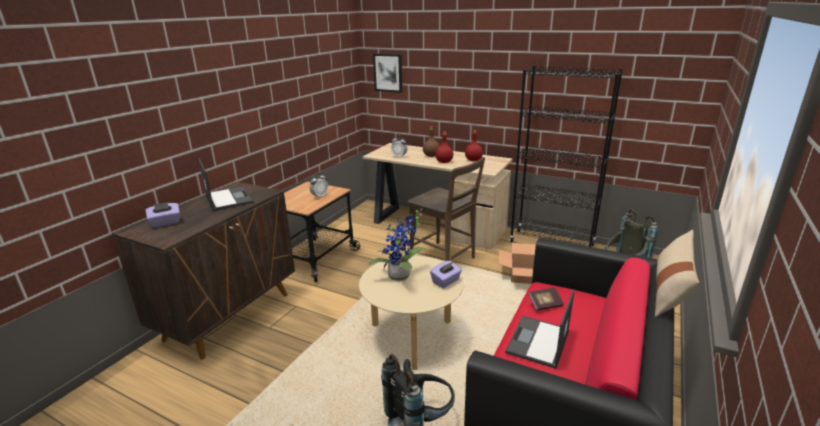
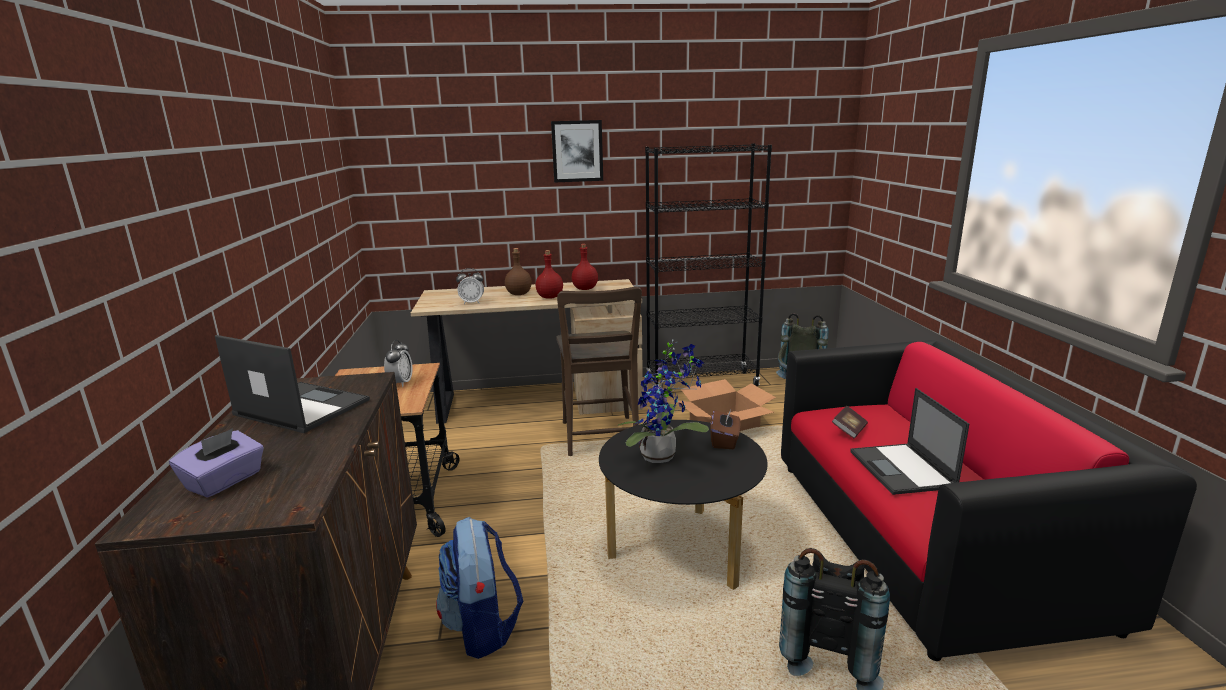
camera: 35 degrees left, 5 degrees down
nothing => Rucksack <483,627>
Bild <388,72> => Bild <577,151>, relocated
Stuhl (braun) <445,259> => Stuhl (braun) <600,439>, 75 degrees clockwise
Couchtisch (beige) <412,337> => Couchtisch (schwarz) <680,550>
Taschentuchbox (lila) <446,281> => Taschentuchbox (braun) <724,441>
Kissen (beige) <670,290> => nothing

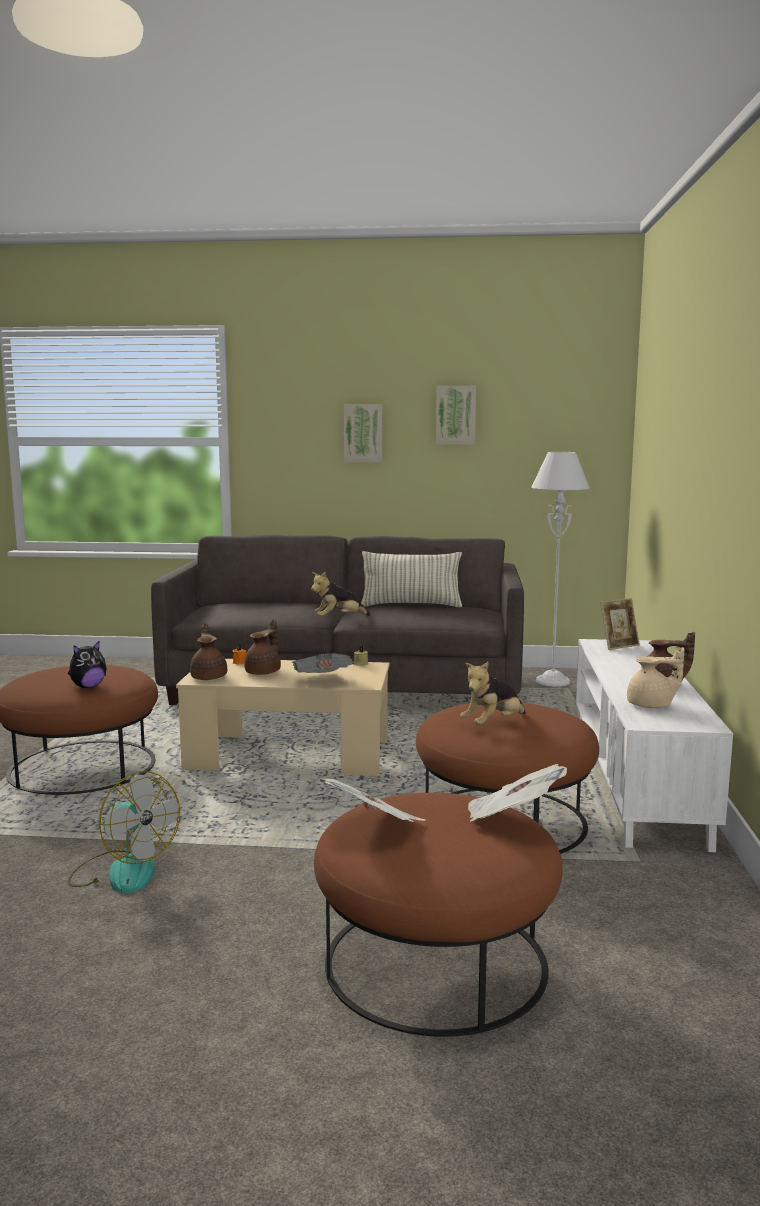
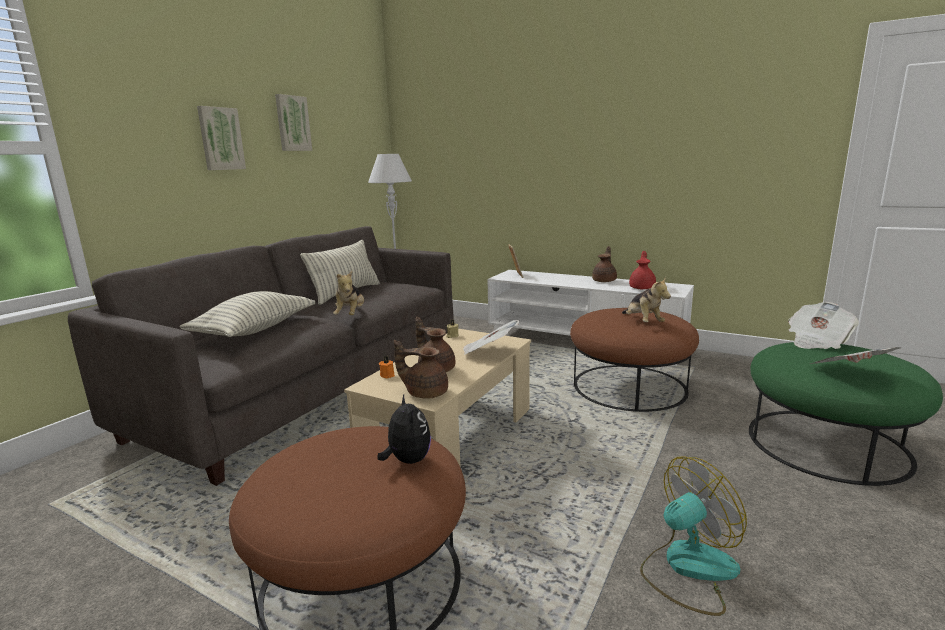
camera: 65 degrees left, 5 degrees up
nothing => Kissen <254,330>
Teekanne (beige) <651,705> => Teekanne (rot) <642,288>
Polsterhocker (braun) <435,962> => Polsterhocker (grün) <827,444>

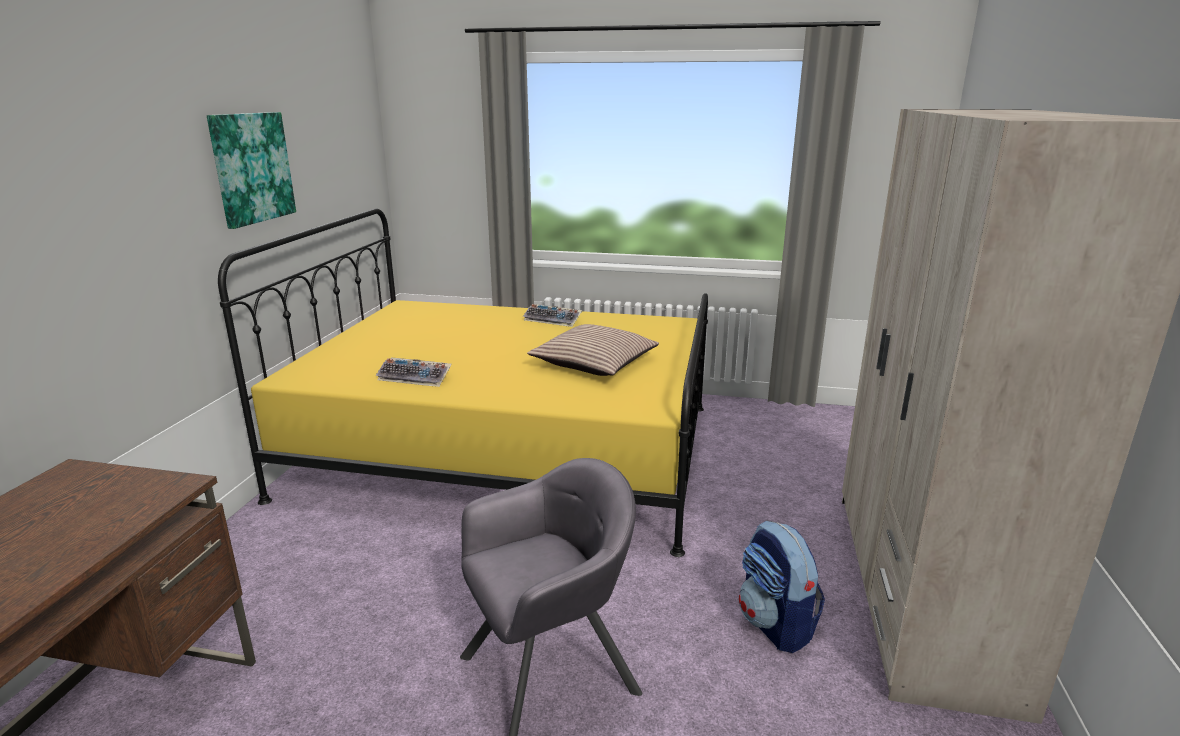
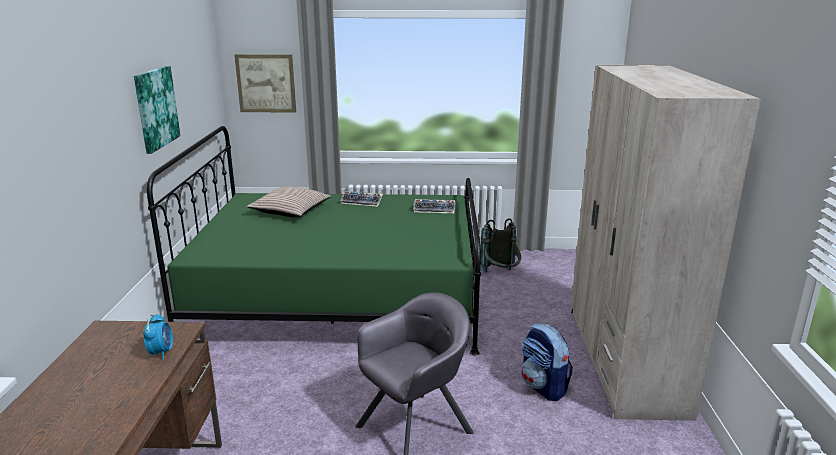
camera: 10 degrees left, 0 degrees up
nothing => Wecker <161,352>
Bett (gelb) <509,449> => Bett (grün) <340,297>
nothing => Bild <266,83>
Kissen <594,363> => Kissen <291,210>, relocated
Tastatur <416,377> => Tastatur <435,209>, relocated
nothing => Rucksack (grau) <501,276>

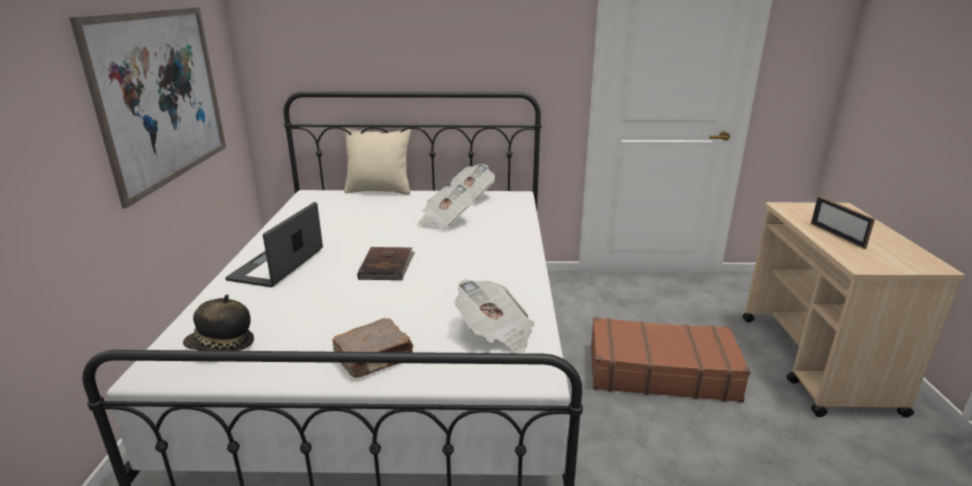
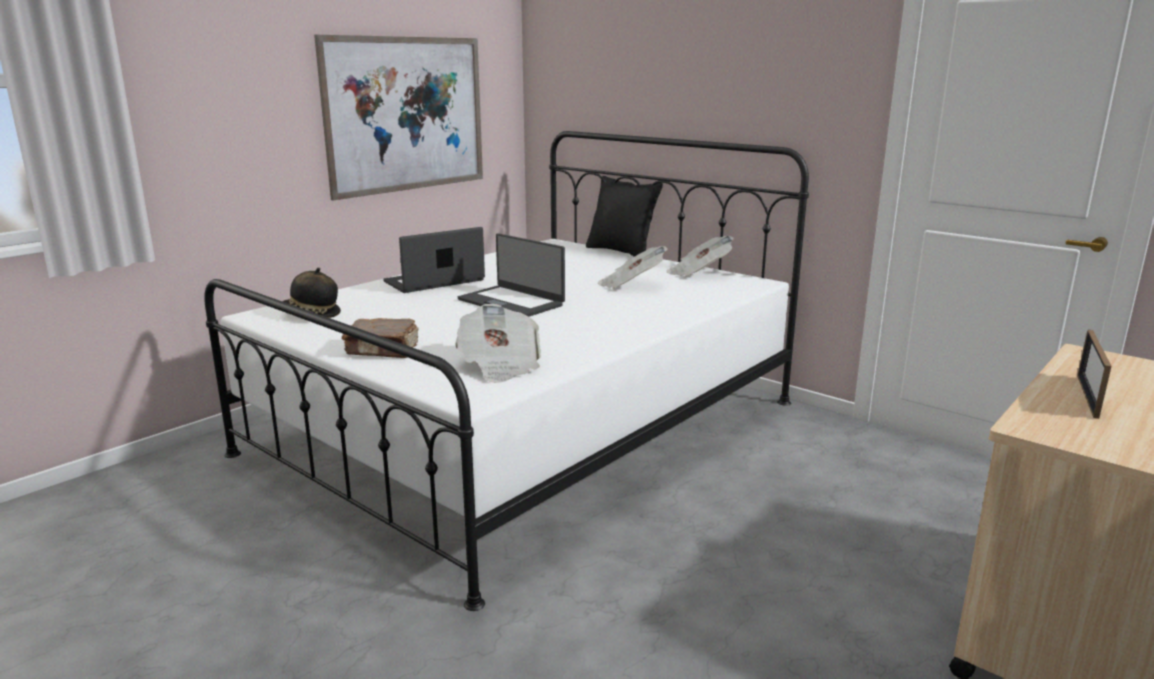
camera: 40 degrees right, 5 degrees down
Buch (braun) <387,266> => Laptop <512,302>
Kissen (beige) <379,190> => Kissen (schwarz) <621,251>
Koffer (braun) <660,372> => nothing

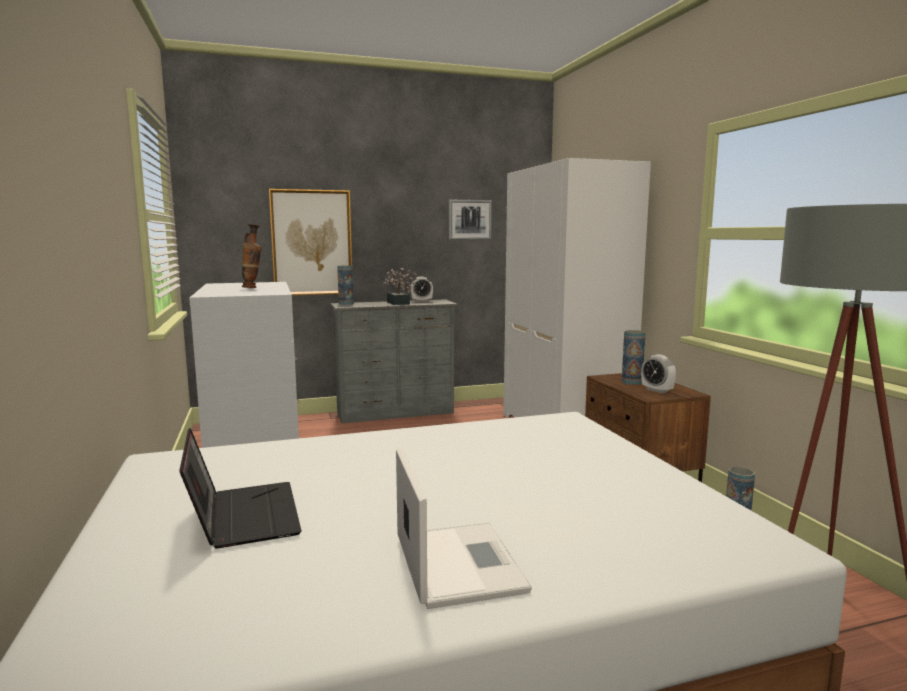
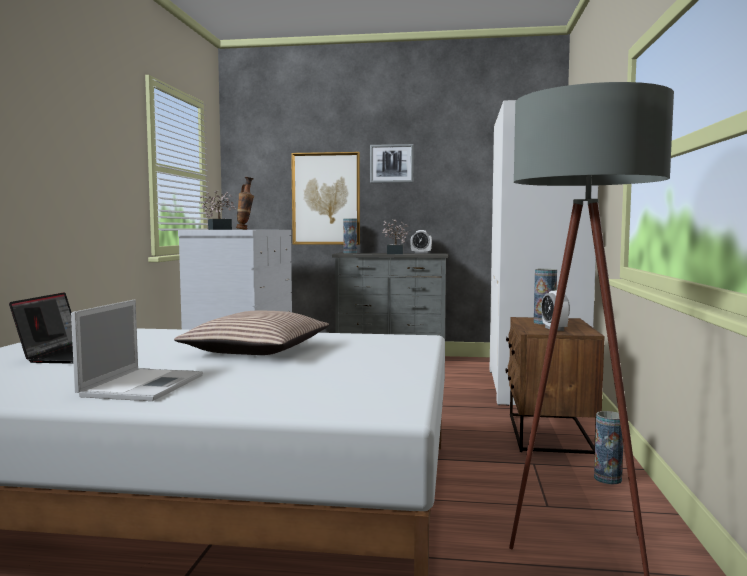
camera: 25 degrees right, 5 degrees down
nothing => Kissen <256,350>
nothing => Topfpflanze <219,229>
Bild <470,220> => Bild <392,163>, relocated

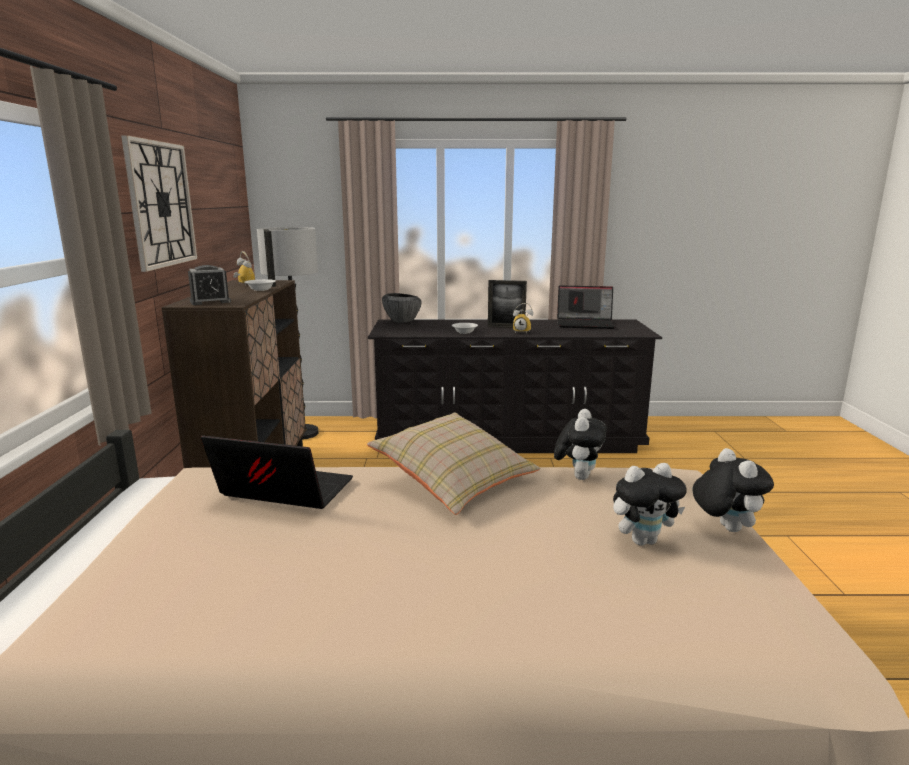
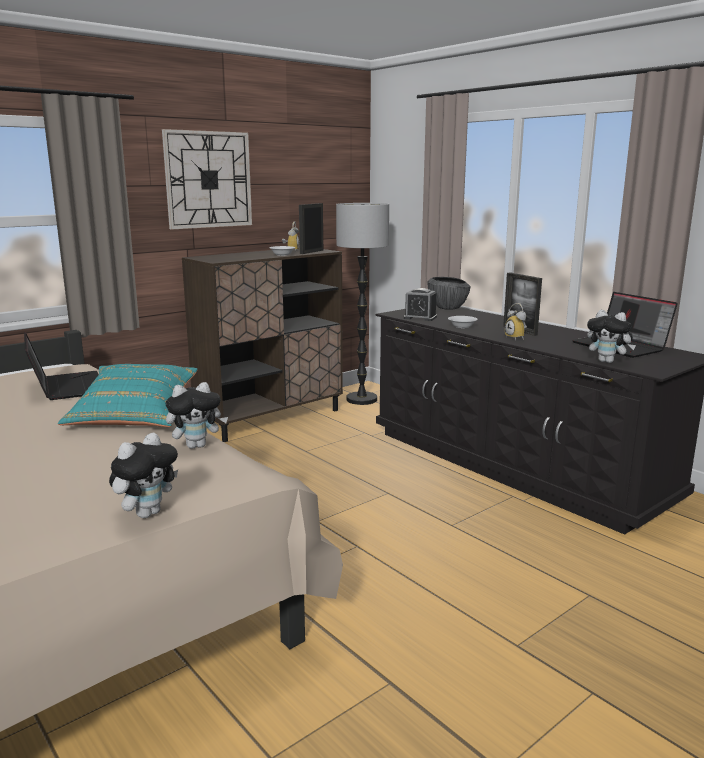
camera: 50 degrees right, 0 degrees up
Kissen (beige) <454,482> => Kissen (türkis) <134,416>
Wecker <210,302> => Wecker <420,317>, relocated
Plüschtier <643,540> => Plüschtier <608,361>, relocated

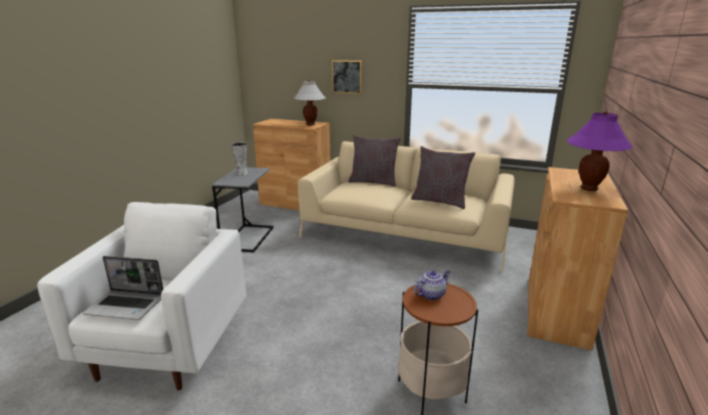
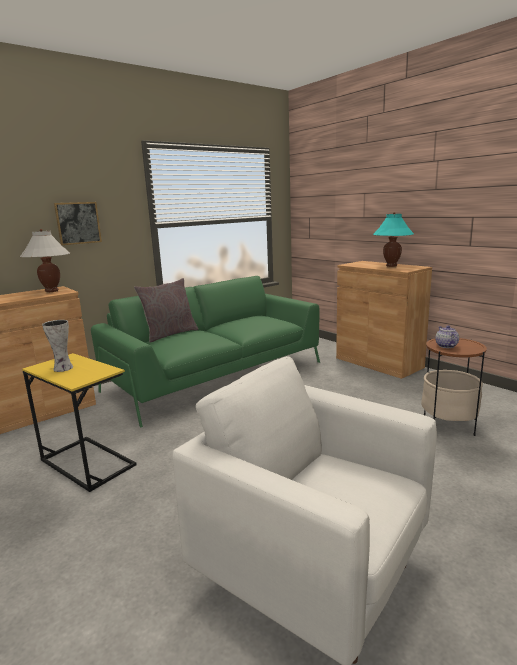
camera: 60 degrees left, 5 degrees down
Beistelltisch (grau) <248,238> => Beistelltisch (gelb) <87,462>
Sofa (beige) <405,234> => Sofa (grün) <216,376>
Tischlampe (lila) <589,189> => Tischlampe (türkis) <391,266>
Laptop <126,305> => nothing
Kissen (grau) <440,201> => nothing

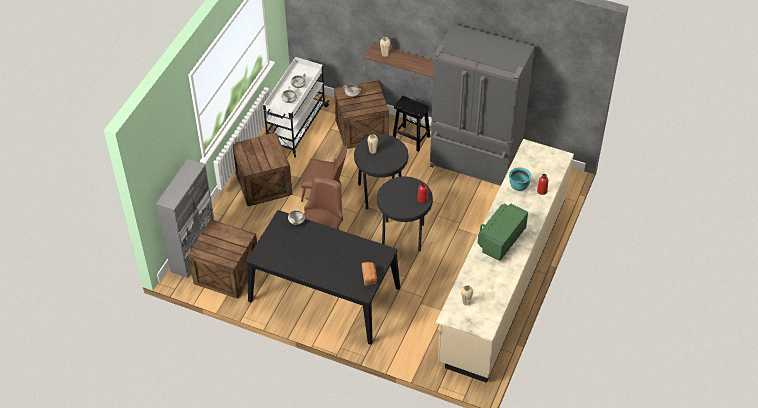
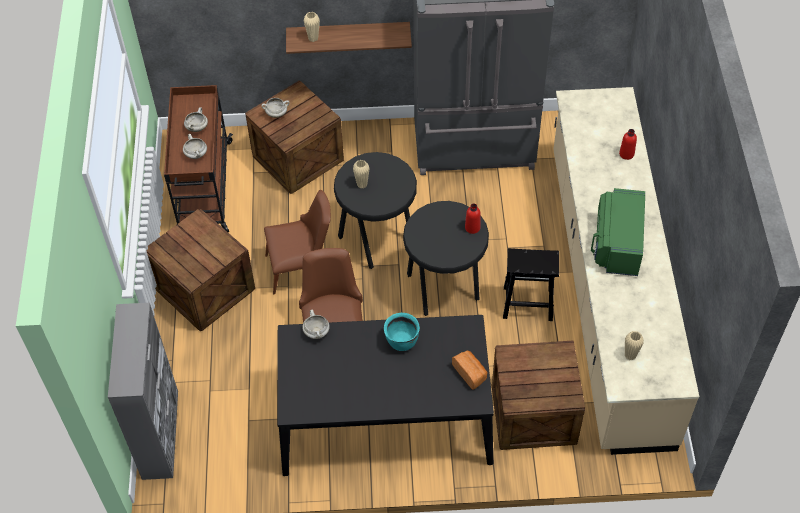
camera: 25 degrees left, 5 degrees up
Rollwagen (weiß) <296,127> => Rollwagen (braun) <204,188>
Kochtopf (türkis) <518,186> => Kochtopf (türkis) <401,341>, relocated
Kiste <226,273> => Kiste <533,413>, relocated
Hocker (schwarz) <410,138> => Hocker (schwarz) <527,303>, relocated

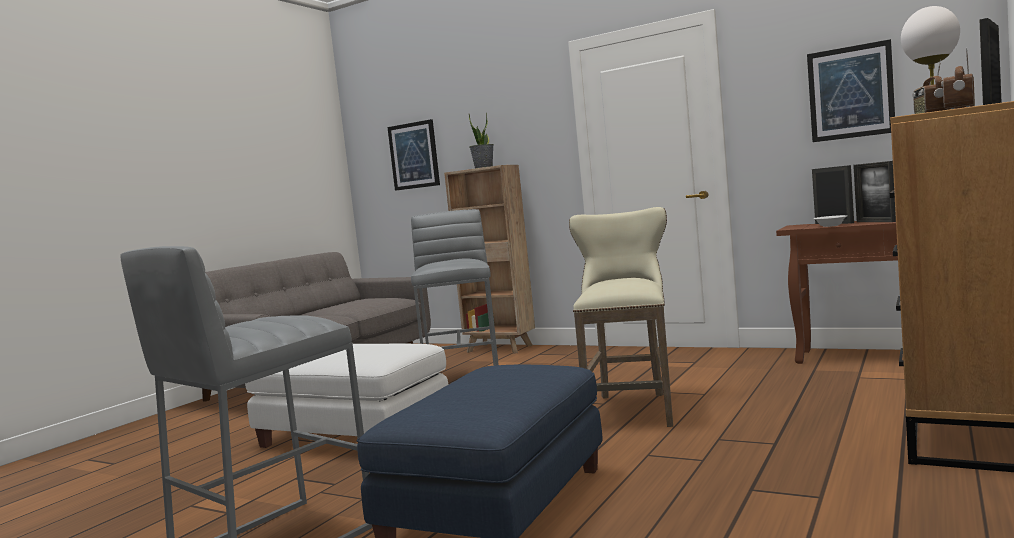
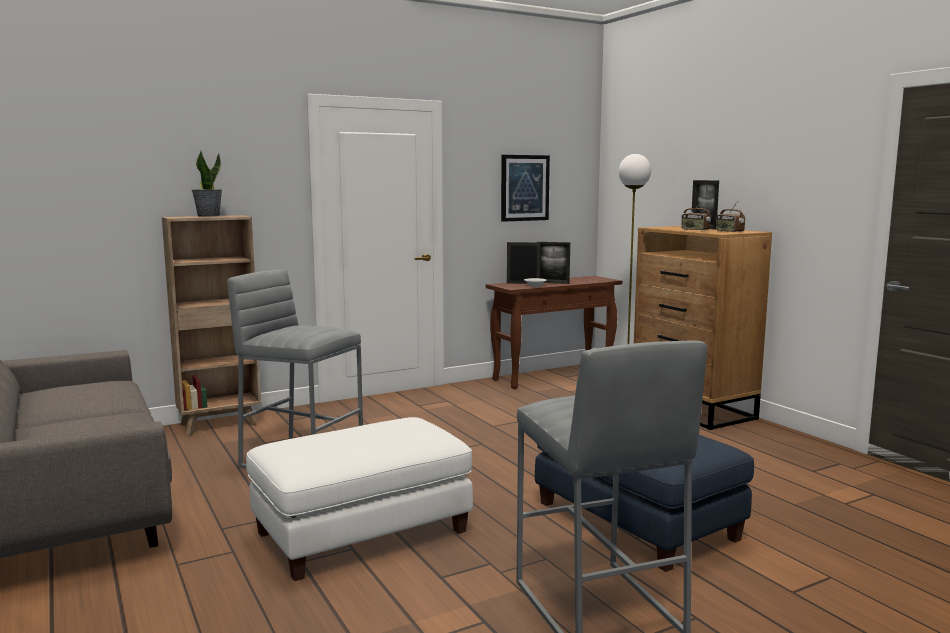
camera: 60 degrees left, 5 degrees up
Bild <414,155> => nothing
Hocker (beige) <631,408> => nothing

